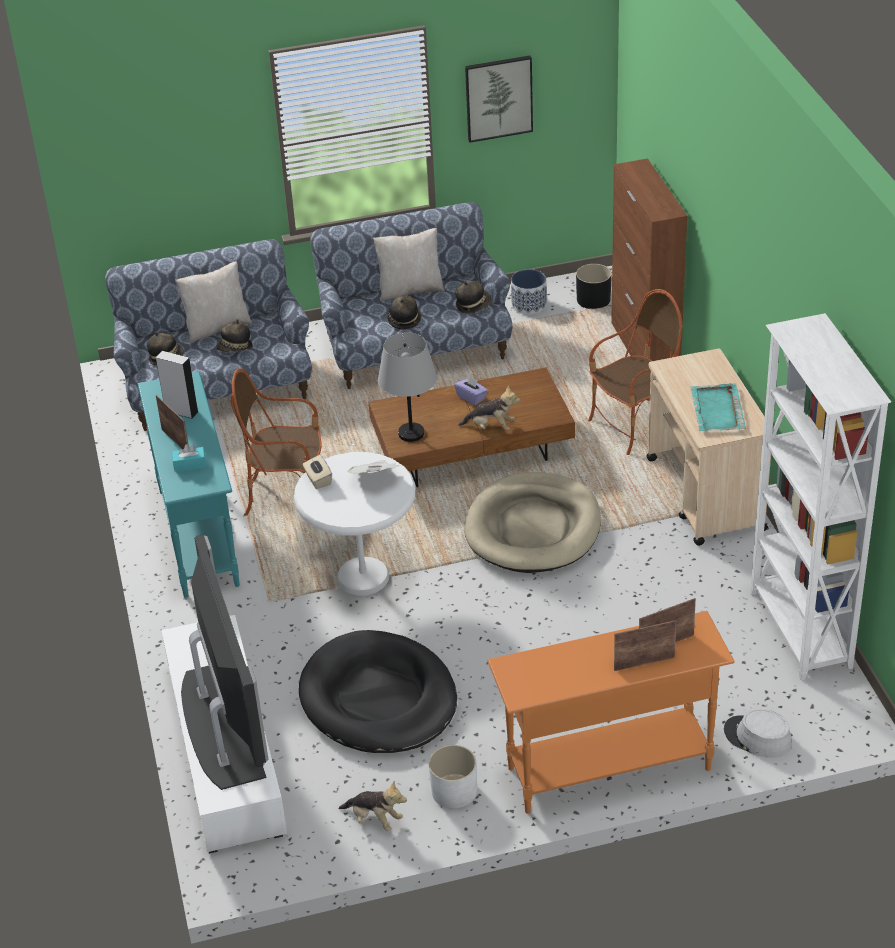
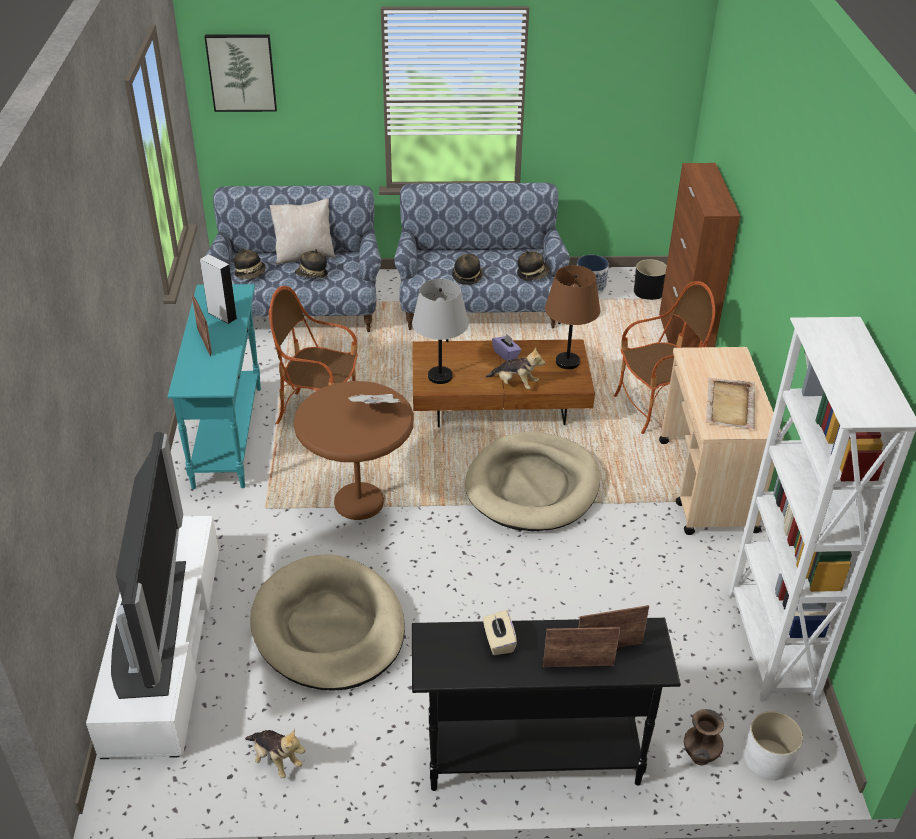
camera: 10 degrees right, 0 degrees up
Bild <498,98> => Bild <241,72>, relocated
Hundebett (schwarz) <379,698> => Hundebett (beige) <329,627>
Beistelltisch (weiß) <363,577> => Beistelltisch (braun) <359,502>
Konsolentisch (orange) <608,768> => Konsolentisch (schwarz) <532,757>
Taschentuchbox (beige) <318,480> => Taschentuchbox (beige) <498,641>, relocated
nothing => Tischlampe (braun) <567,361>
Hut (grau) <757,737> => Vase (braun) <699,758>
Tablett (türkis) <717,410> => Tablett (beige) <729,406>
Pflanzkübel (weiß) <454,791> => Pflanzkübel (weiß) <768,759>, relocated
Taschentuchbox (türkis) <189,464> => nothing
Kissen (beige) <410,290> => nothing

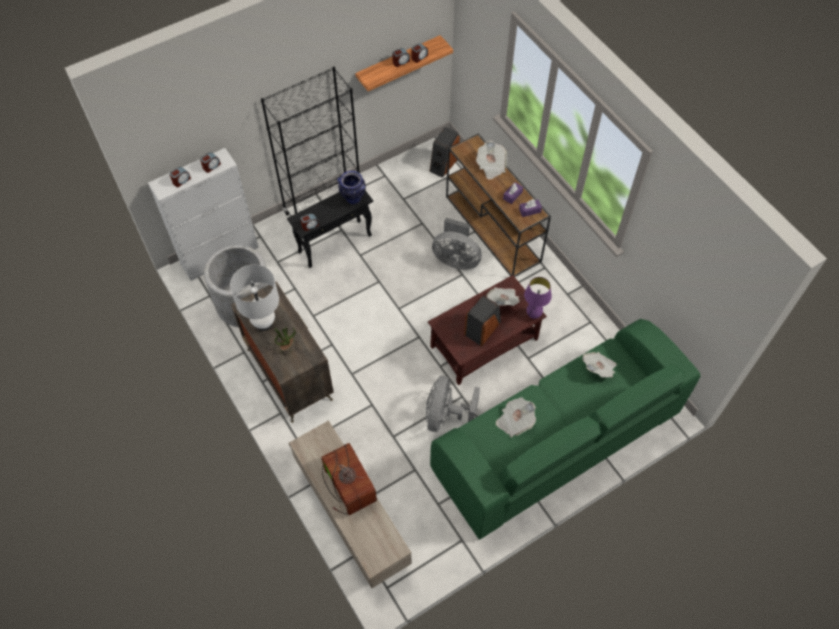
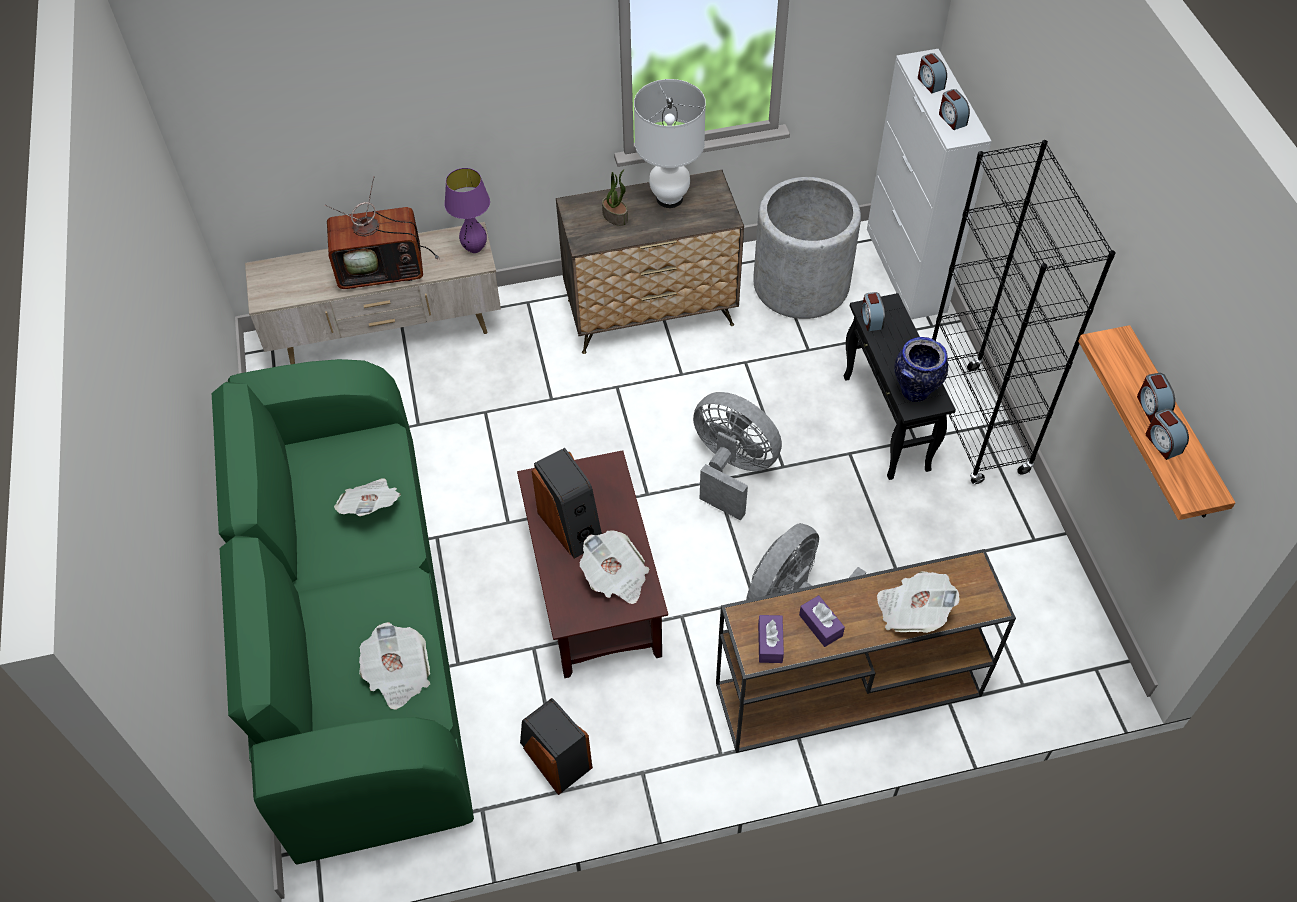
camera: 110 degrees right, 5 degrees down
Tischlampe (lila) <533,315> => Tischlampe (lila) <475,248>, relocated
Lautsprecher <443,164> => Lautsprecher <555,757>, relocated
Ventilator (grau) <445,415> => Ventilator (grau) <731,470>, relocated

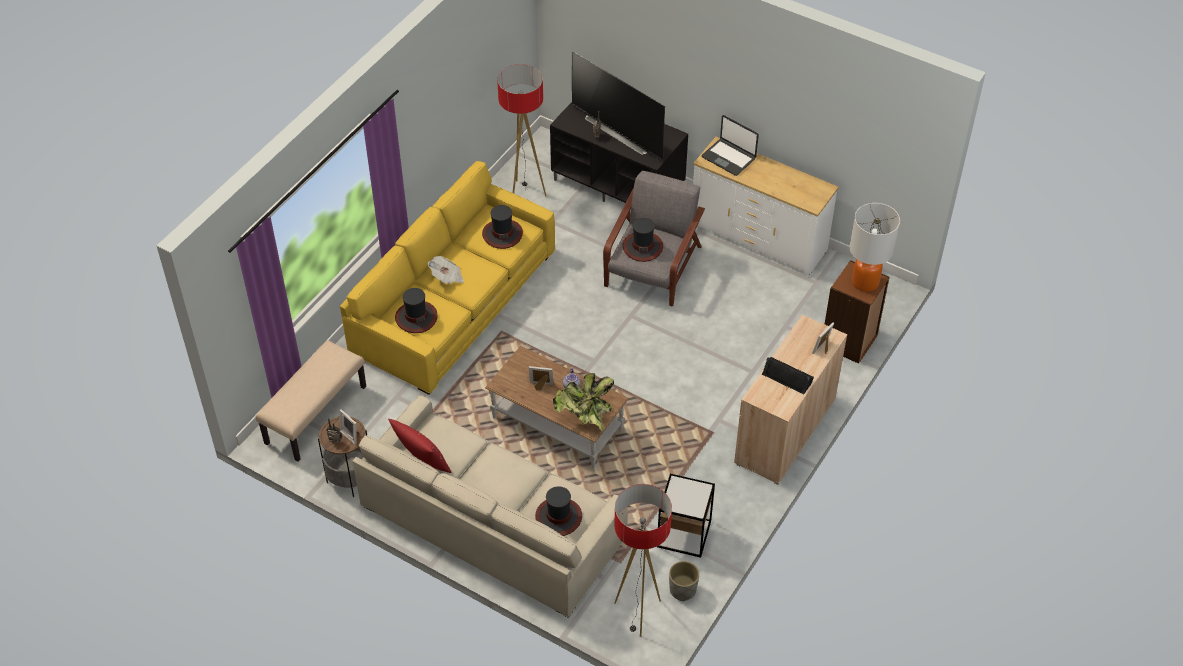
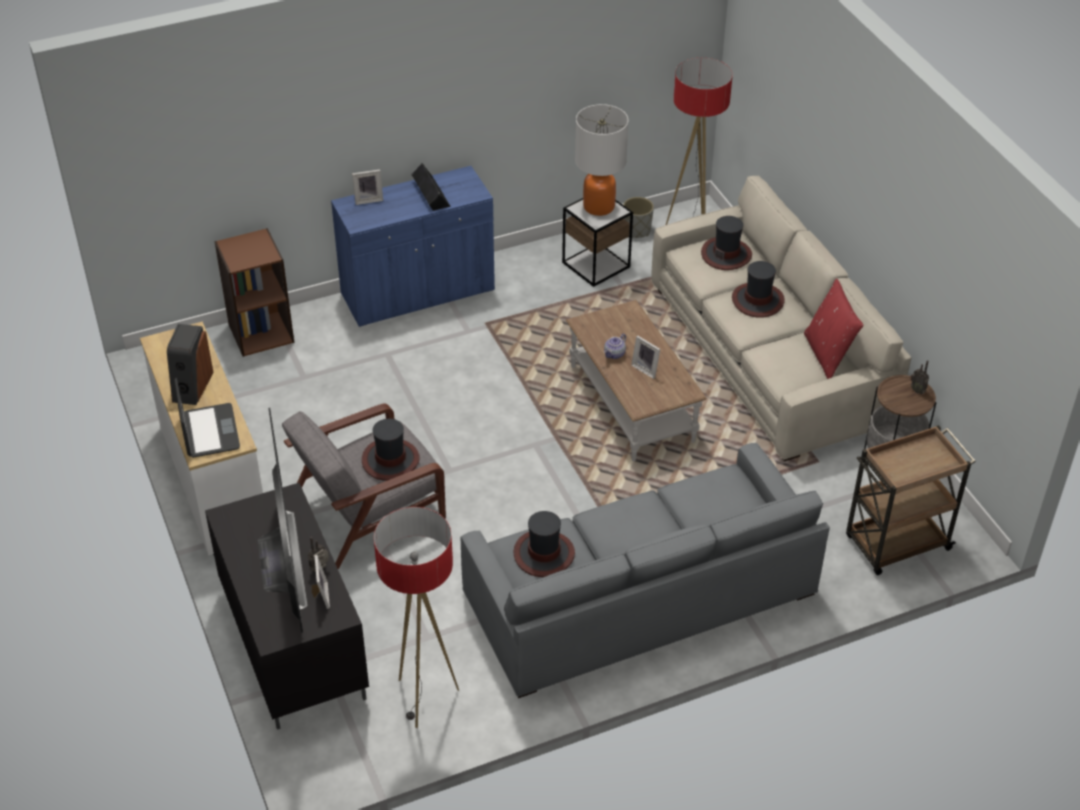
camera: 145 degrees left, 5 degrees down
nothing => Lautsprecher <192,386>
Bilderrahmen <351,434> => Bilderrahmen <320,596>, relocated
Schrank (beige) <785,431> => Schrank (blau) <418,293>
Sofa (gelb) <454,302> => Sofa (grau) <638,594>
Tischlampe <865,282> => Tischlampe <598,207>, relocated
Hut <416,317> => Hut <757,300>, relocated
Bank (beige) <315,414> => Rollwagen (braun) <896,544>
Zeitung <447,277> => nothing
Topfpflanze <585,416> => nothing

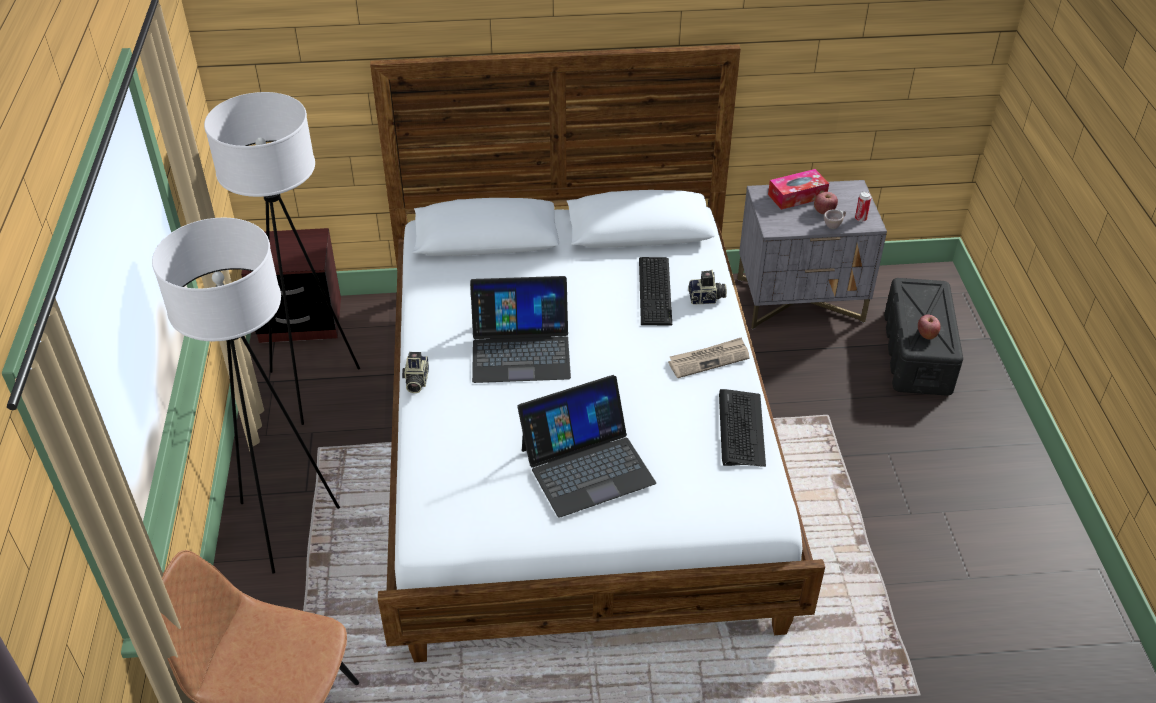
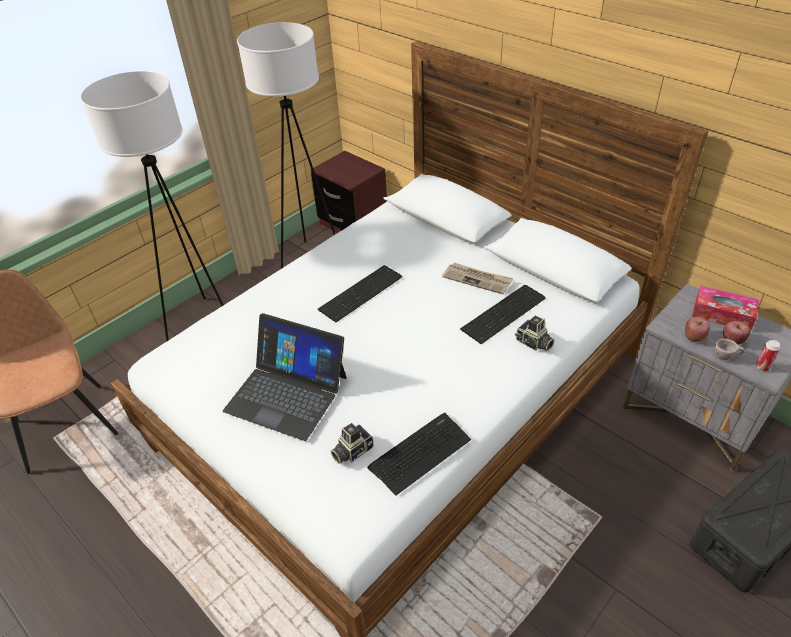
camera: 50 degrees right, 0 degrees up
Laptop <521,349> => Tastatur <362,293>
Kamera <416,381> => Kamera <351,451>, relocated
Zeitung <709,359> => Zeitung <477,279>, relocated
Apfel <926,334> => Apfel <694,337>, relocated

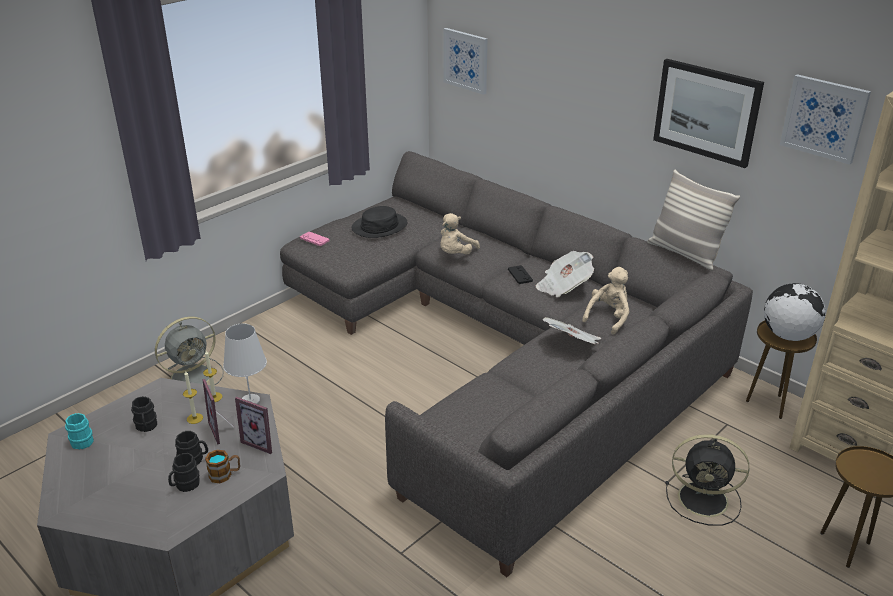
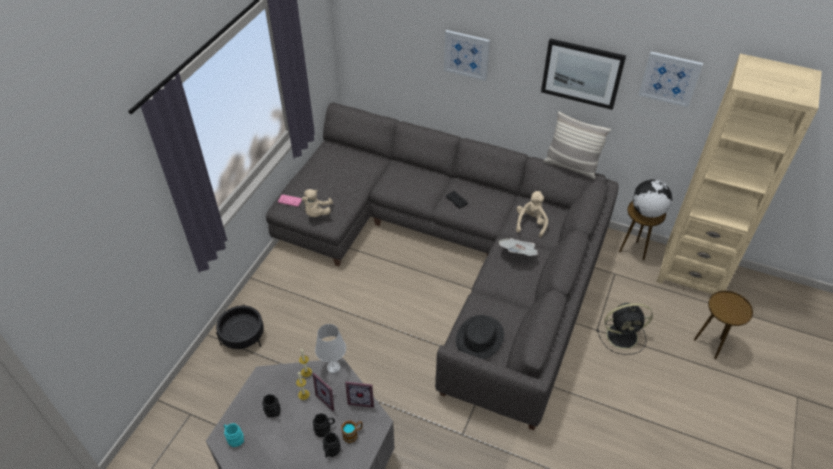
camera: 20 degrees left, 15 degrees up
Ventilator (grau) <193,376> => Pflanzkübel (schwarz) <243,336>
Plüschtier (beige) <456,254> => Plüschtier (beige) <317,213>, relocated
Bild <466,60> => Bild <466,54>, relocated
Hut (schwarz) <379,226> => Hut (schwarz) <479,338>, relocated
Zeitung <563,286> => nothing

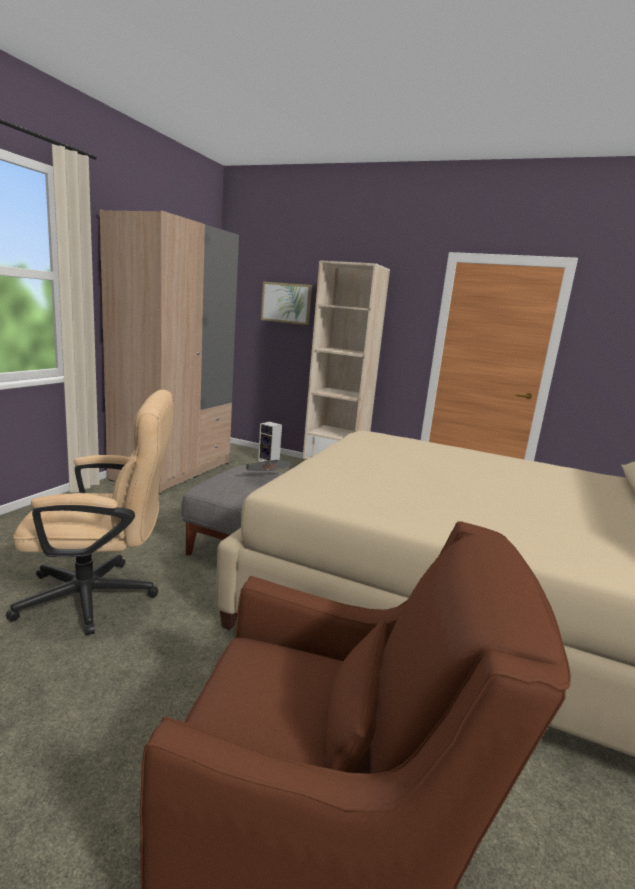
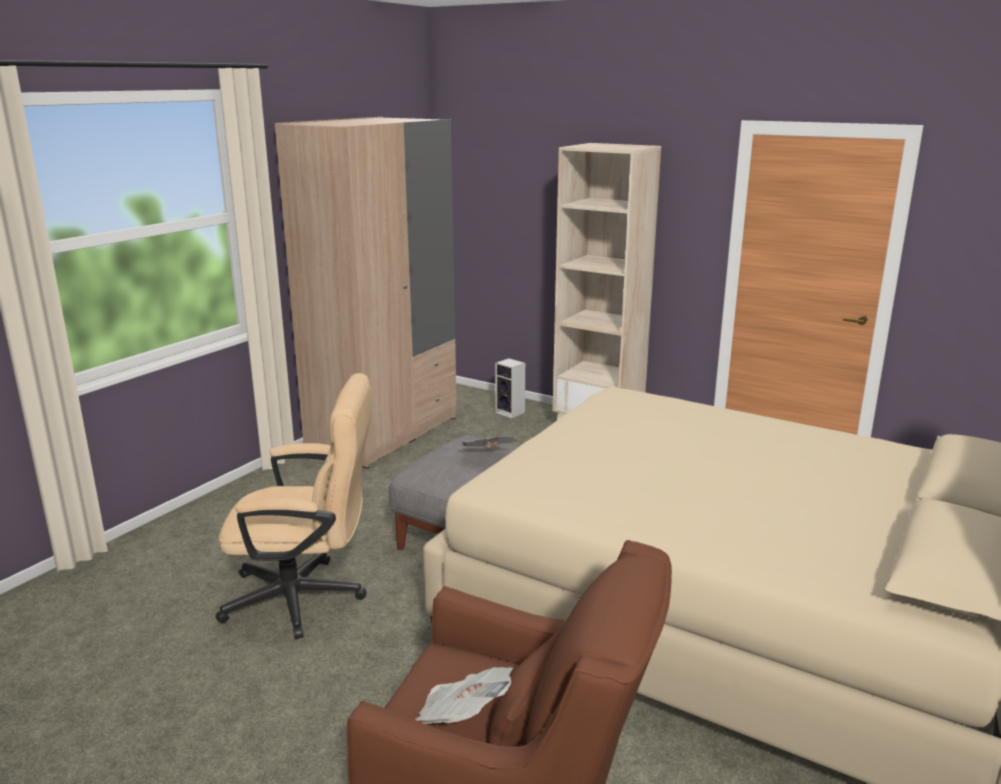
camera: 10 degrees right, 5 degrees up
nothing => Zeitung <463,716>
Bild <286,303> => nothing

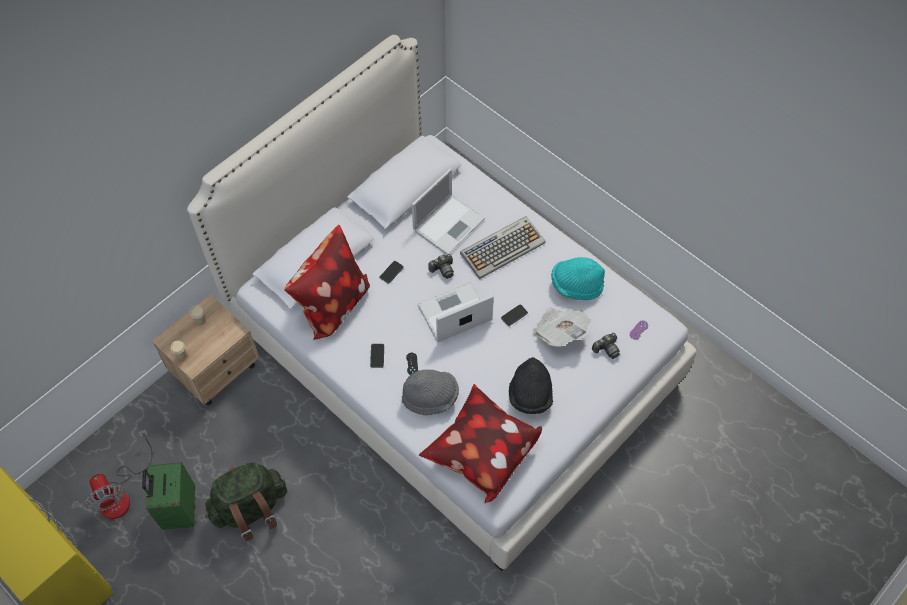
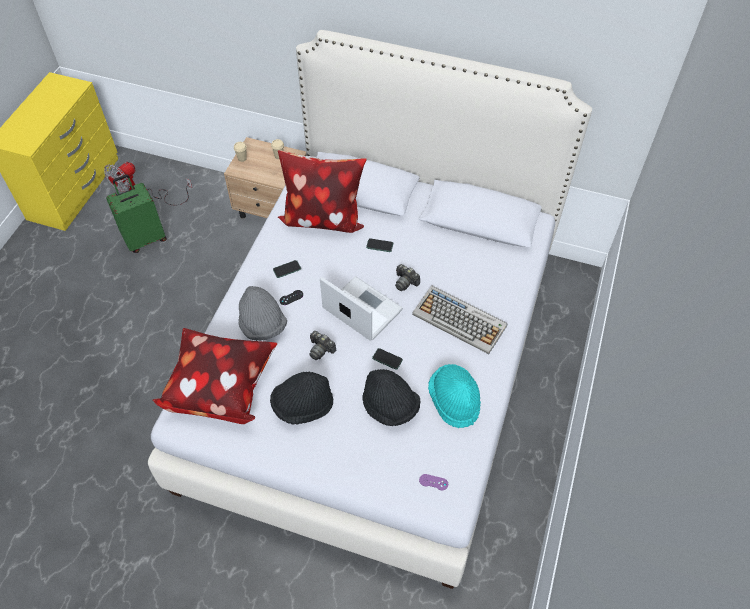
camera: 65 degrees right, 5 degrees down
Kamera <606,349> => Kamera <321,349>, relocated
Zeitung <560,332> => Hut (schwarz) <390,406>
Rucksack (grün) <250,508> => nothing
Laptop <449,223> => nothing

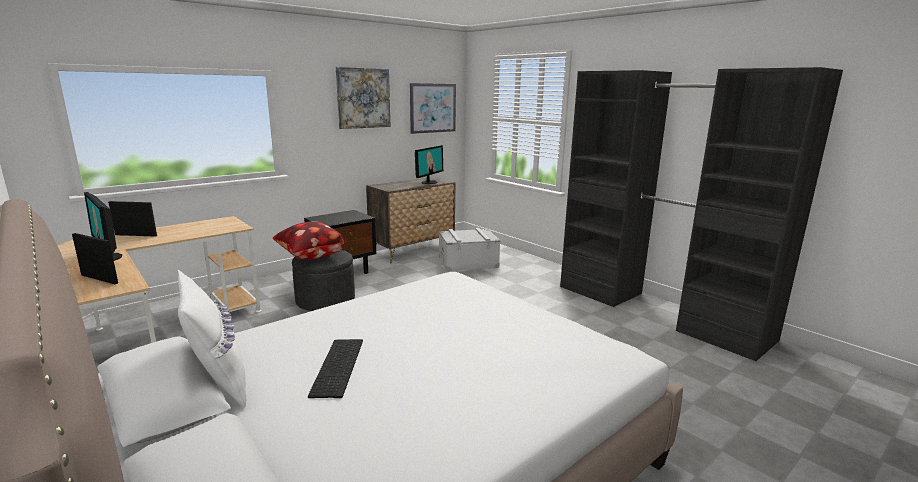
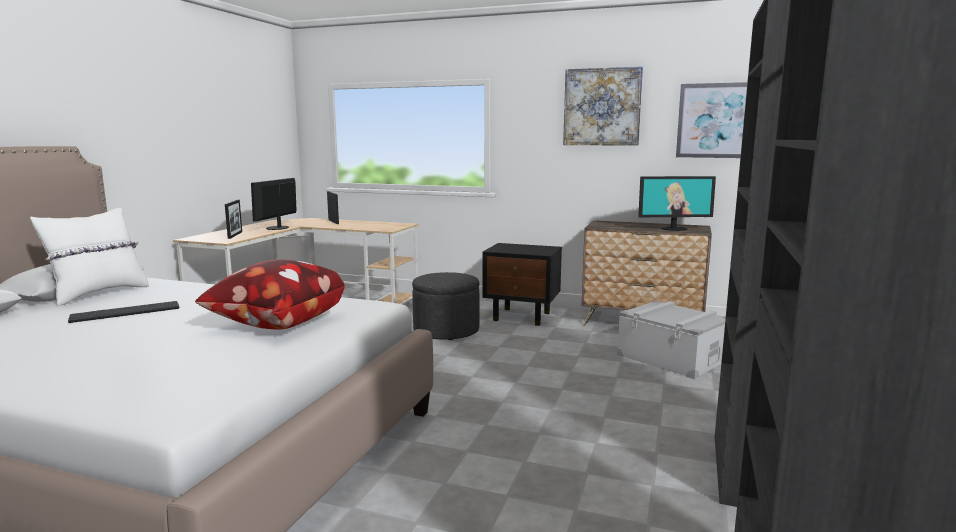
camera: 60 degrees right, 5 degrees down
Kissen <310,257> => Kissen <276,324>, relocated

